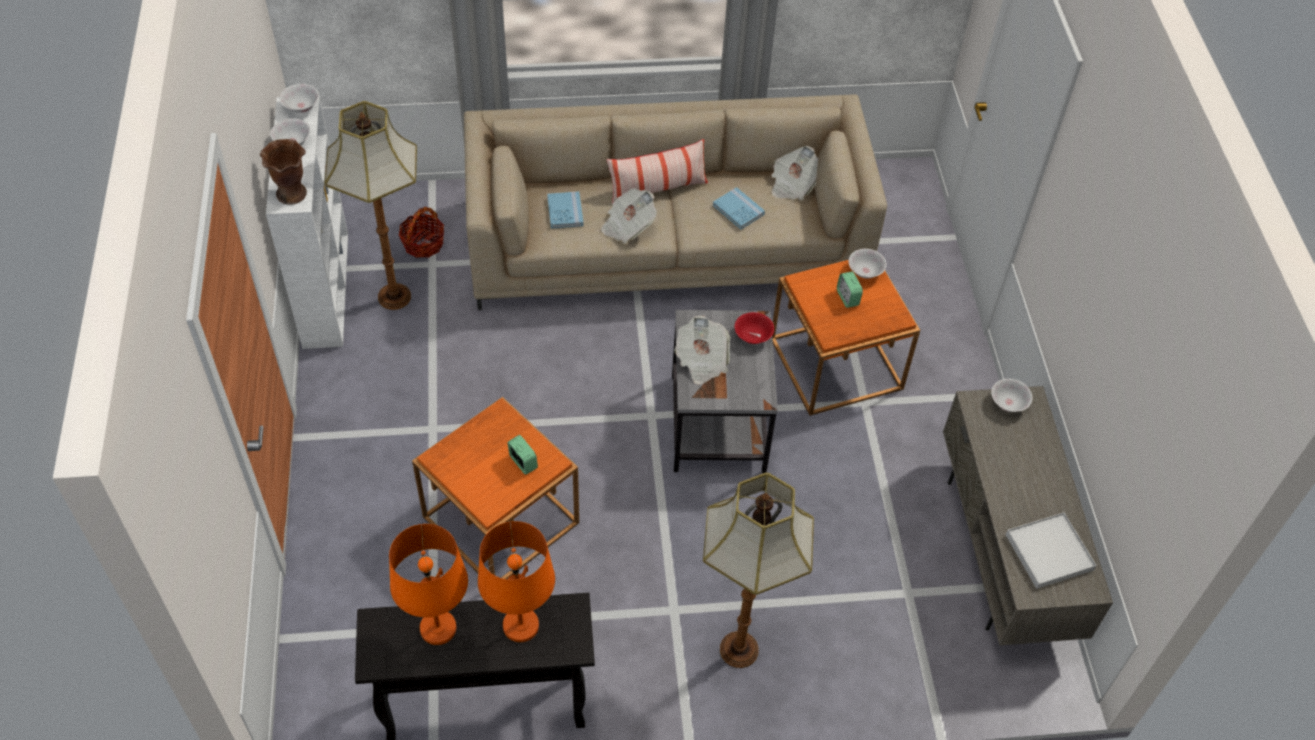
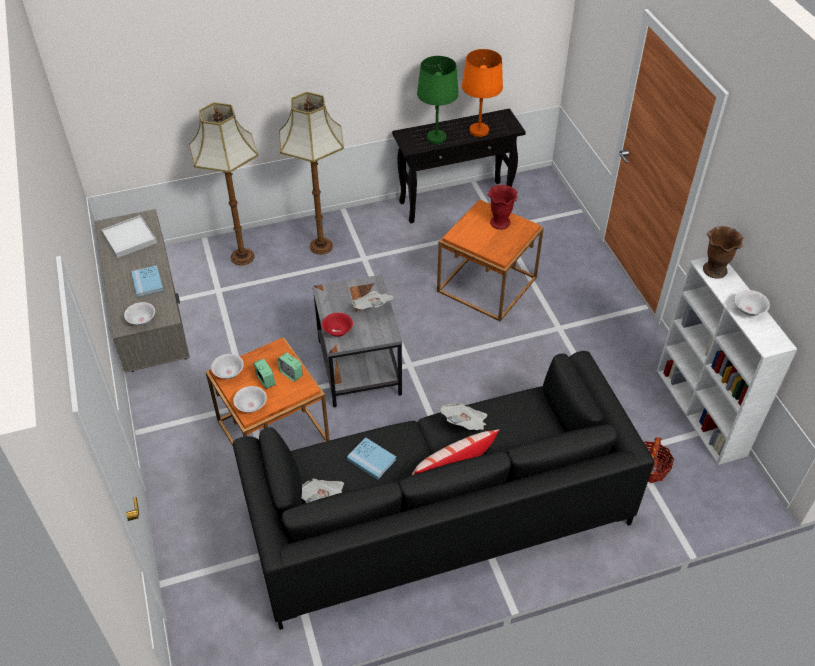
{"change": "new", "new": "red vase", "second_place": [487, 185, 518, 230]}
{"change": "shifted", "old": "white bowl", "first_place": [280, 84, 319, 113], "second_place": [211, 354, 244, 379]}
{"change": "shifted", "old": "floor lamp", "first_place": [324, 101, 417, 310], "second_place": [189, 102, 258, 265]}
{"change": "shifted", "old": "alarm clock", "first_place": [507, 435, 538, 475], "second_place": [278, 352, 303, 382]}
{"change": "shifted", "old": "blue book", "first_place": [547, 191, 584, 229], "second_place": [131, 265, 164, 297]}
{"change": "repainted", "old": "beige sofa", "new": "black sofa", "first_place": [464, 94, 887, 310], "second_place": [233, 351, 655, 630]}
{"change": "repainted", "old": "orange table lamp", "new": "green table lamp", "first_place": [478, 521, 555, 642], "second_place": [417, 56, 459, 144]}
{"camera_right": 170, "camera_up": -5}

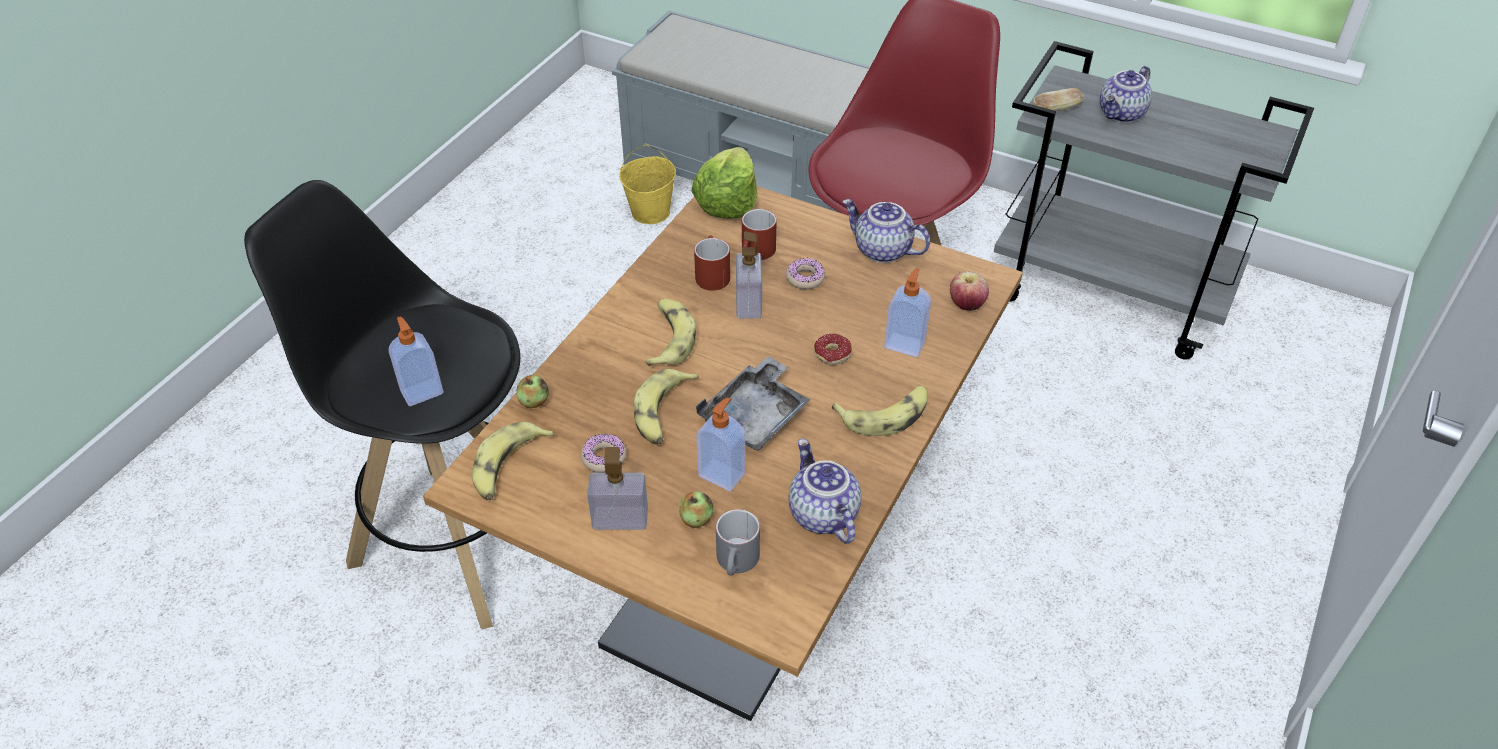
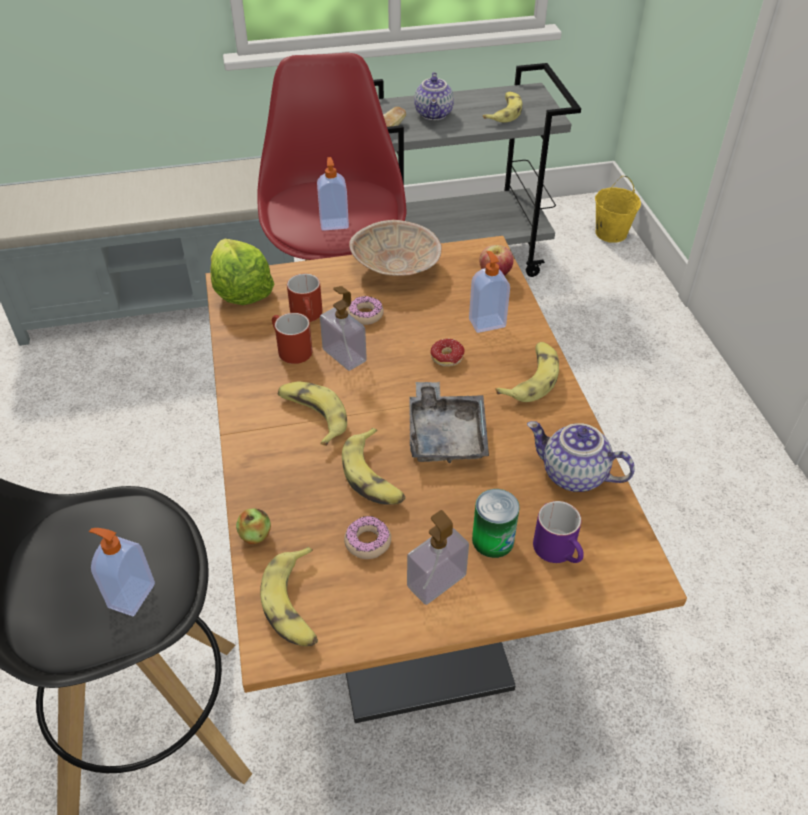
{"change": "new", "new": "banana", "second_place": [483, 92, 523, 122]}
{"change": "shifted", "old": "yellow bucket", "first_place": [619, 145, 676, 224], "second_place": [595, 176, 641, 243]}
{"change": "shifted", "old": "soap dispenser", "first_place": [696, 397, 746, 491], "second_place": [317, 157, 349, 231]}
{"change": "swapped", "old": "apple", "new": "can", "first_place": [679, 491, 713, 528], "second_place": [472, 489, 520, 558]}
{"change": "swapped", "old": "teapot", "new": "beige bowl", "first_place": [842, 199, 930, 263], "second_place": [349, 220, 442, 276]}
{"change": "repainted", "old": "grey mug", "new": "purple mug", "first_place": [716, 509, 760, 576], "second_place": [533, 501, 584, 563]}
{"camera_right": -40, "camera_up": 0}

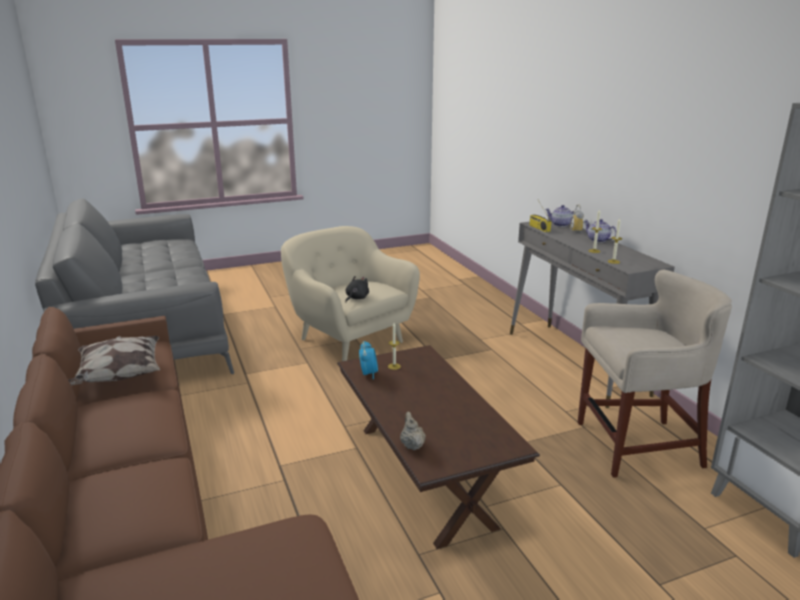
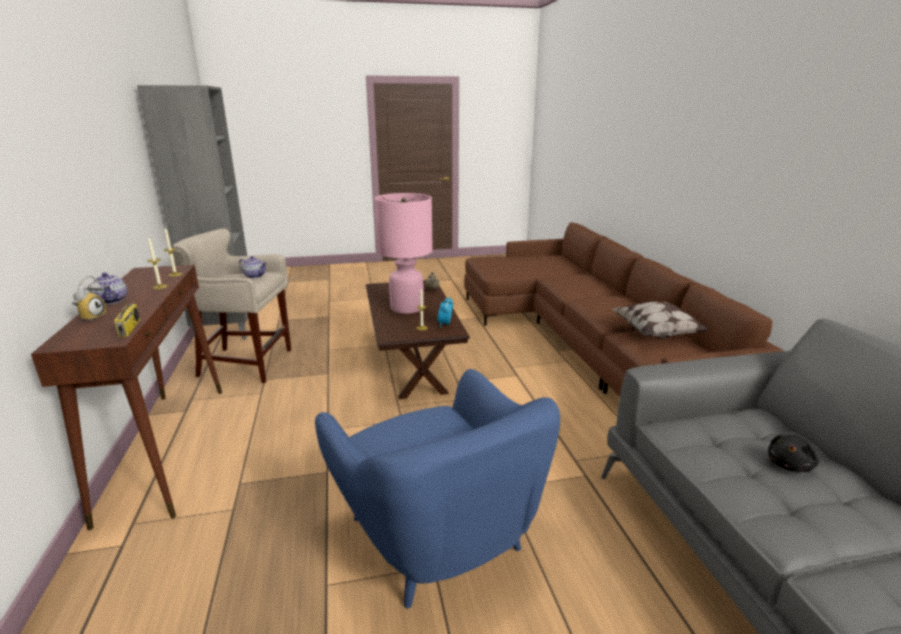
{"change": "new", "new": "pink table lamp", "second_place": [375, 193, 433, 314]}
{"change": "shifted", "old": "black plush toy", "first_place": [345, 276, 369, 303], "second_place": [768, 434, 819, 472]}
{"change": "shifted", "old": "teapot", "first_place": [545, 205, 575, 227], "second_place": [239, 256, 267, 278]}
{"change": "repainted", "old": "beige armchair", "new": "blue armchair", "first_place": [281, 226, 420, 361], "second_place": [315, 369, 560, 608]}
{"change": "repainted", "old": "grey console table", "new": "brown console table", "first_place": [510, 222, 675, 408], "second_place": [31, 265, 222, 530]}
{"camera_right": -170, "camera_up": 0}

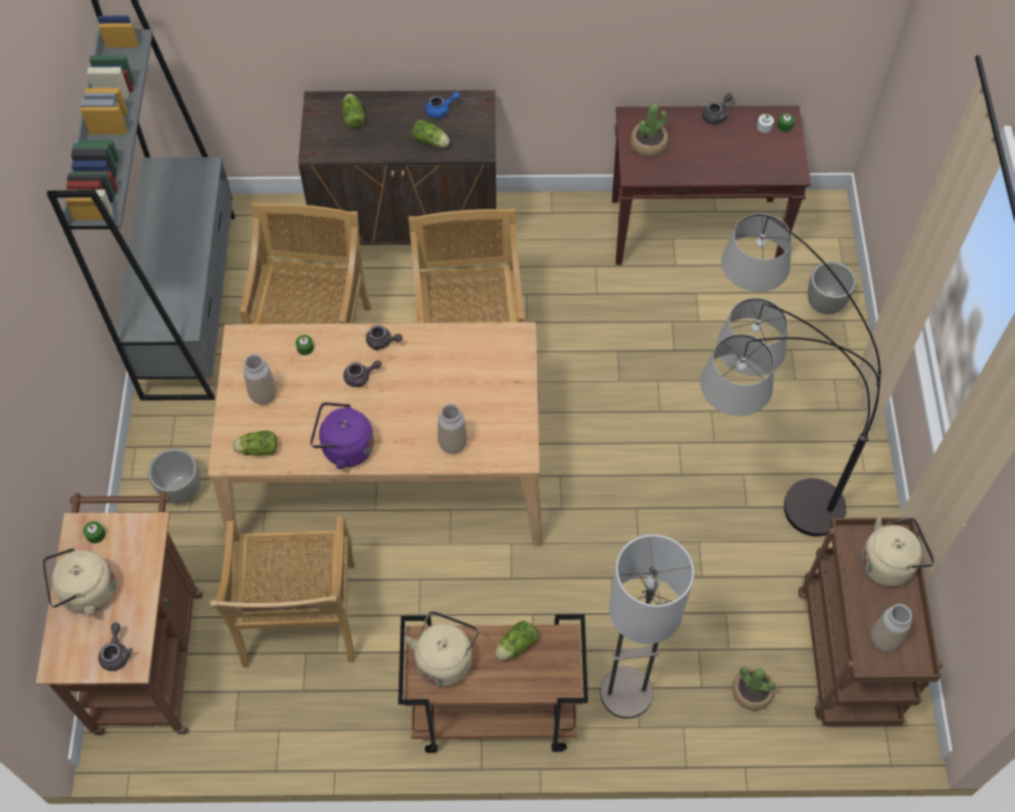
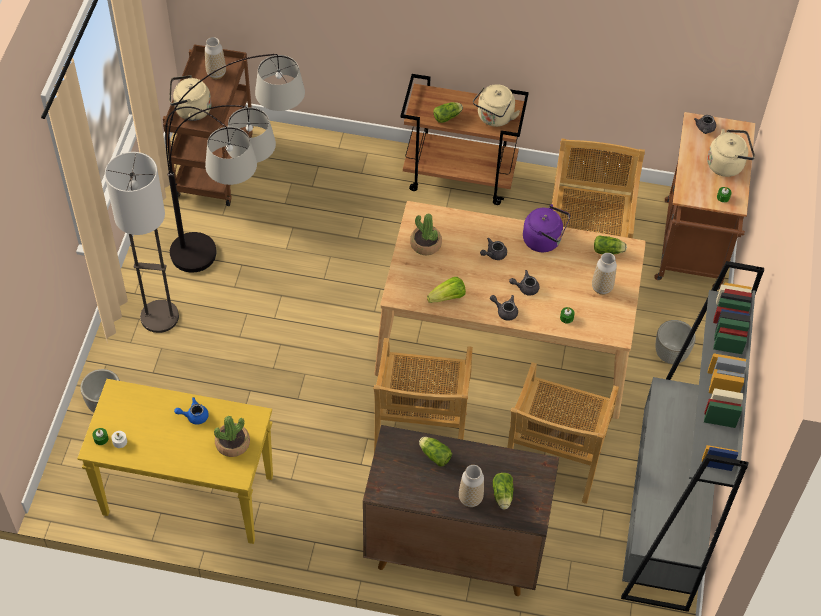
{"change": "new", "new": "lettuce", "second_place": [427, 277, 466, 303]}
{"change": "shifted", "old": "blue teapot", "first_place": [425, 92, 460, 118], "second_place": [174, 397, 209, 424]}
{"change": "shifted", "old": "vase", "first_place": [438, 403, 467, 454], "second_place": [459, 465, 484, 507]}
{"change": "shifted", "old": "floor lamp", "first_place": [600, 534, 694, 719], "second_place": [105, 152, 179, 333]}
{"change": "shifted", "old": "grey teapot", "first_place": [702, 93, 733, 124], "second_place": [480, 238, 507, 260]}
{"change": "shifted", "old": "potted plant", "first_place": [732, 666, 776, 711], "second_place": [410, 214, 442, 255]}
{"change": "repainted", "old": "brown console table", "new": "yellow console table", "first_place": [612, 106, 811, 265], "second_place": [77, 379, 273, 544]}
{"camera_right": -170, "camera_up": -5}

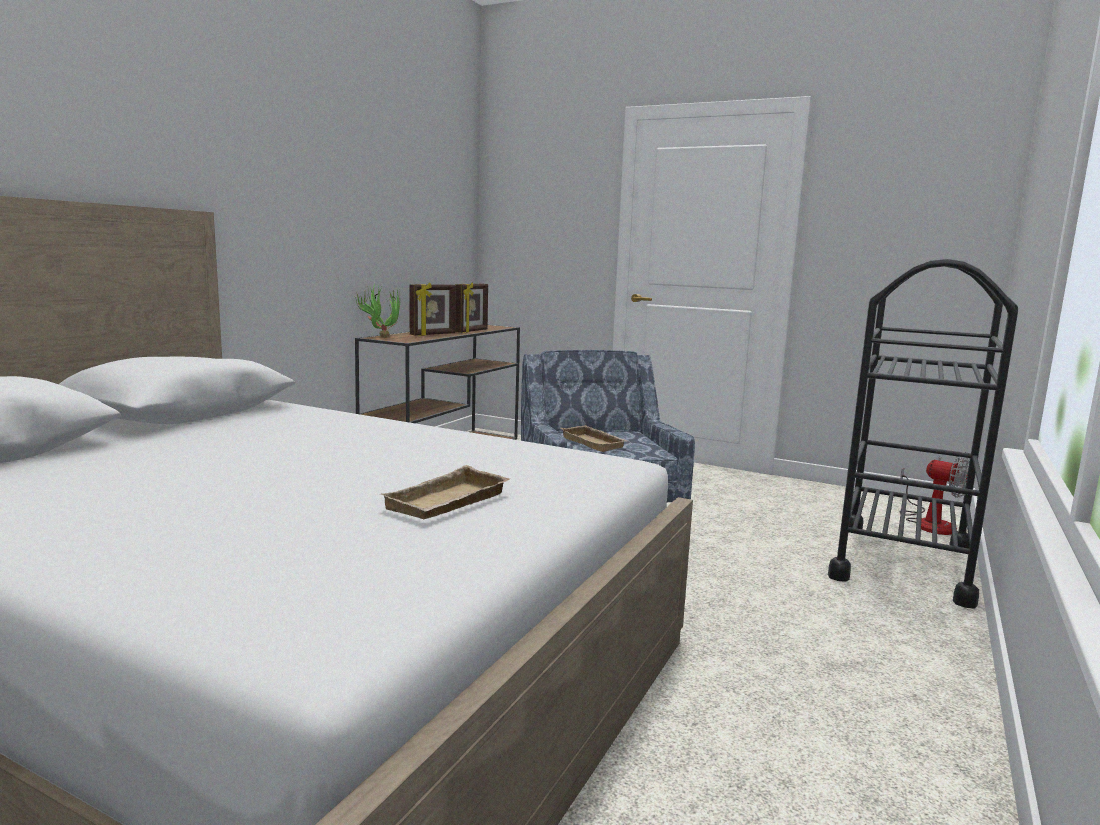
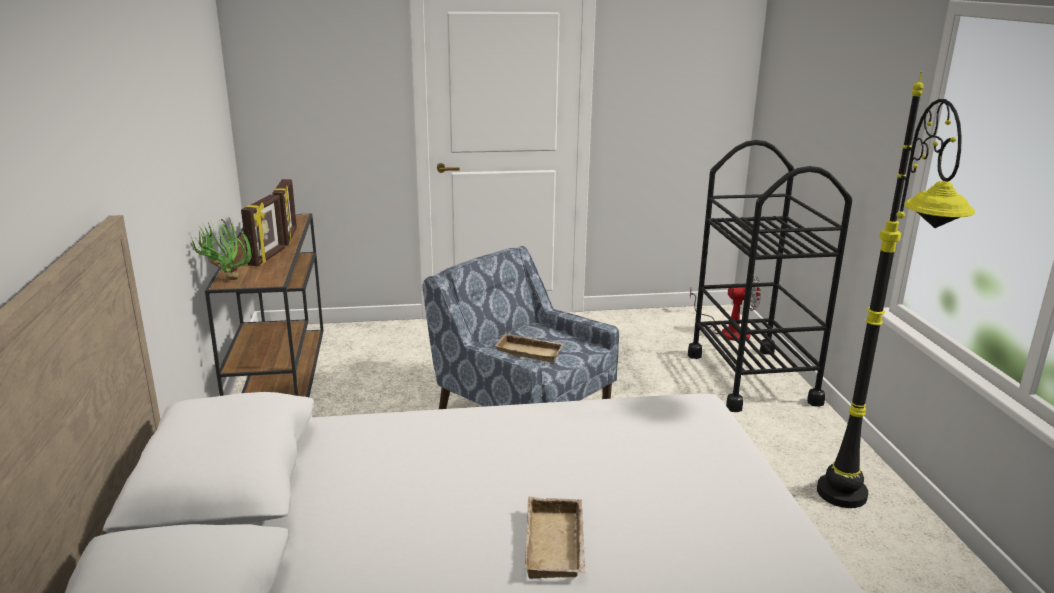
{"change": "new", "new": "black floor lamp", "second_place": [817, 71, 975, 508]}
{"change": "shifted", "old": "beige tray", "first_place": [380, 465, 510, 519], "second_place": [525, 497, 586, 579]}
{"camera_right": -35, "camera_up": 10}

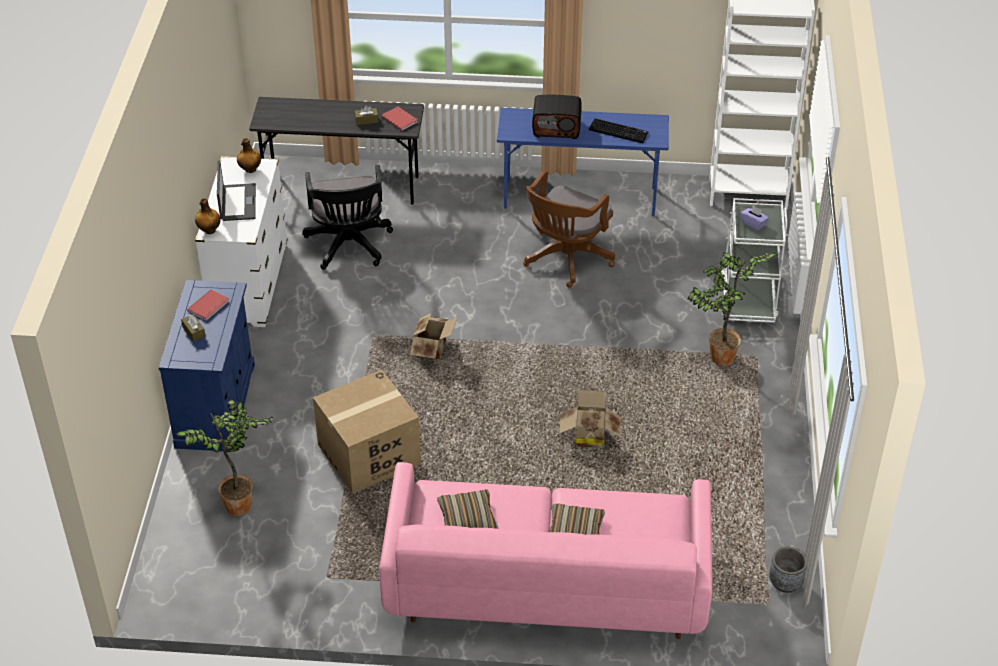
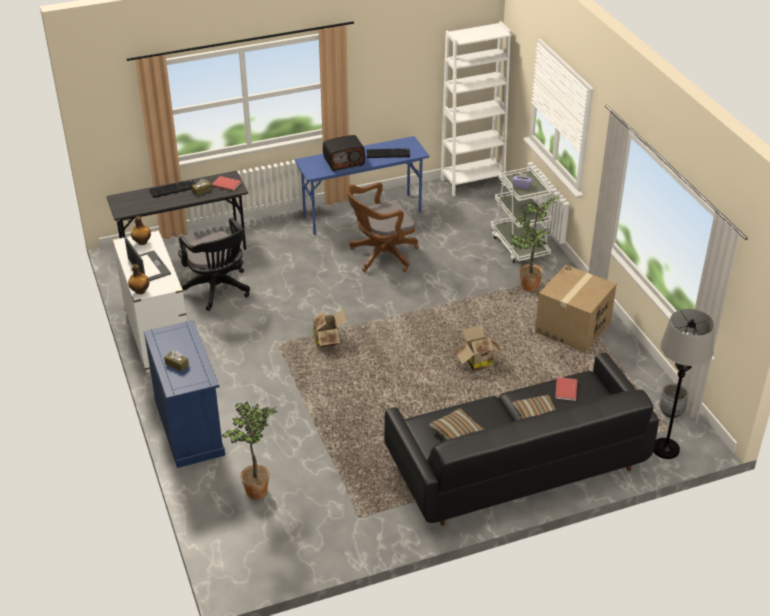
{"change": "new", "new": "keyboard", "second_place": [150, 180, 195, 198]}
{"change": "new", "new": "grey floor lamp", "second_place": [653, 309, 714, 459]}
{"change": "shifted", "old": "red book", "first_place": [187, 290, 230, 321], "second_place": [555, 377, 577, 401]}
{"change": "shifted", "old": "cardboard box", "first_place": [313, 370, 421, 494], "second_place": [535, 265, 617, 353]}
{"change": "repainted", "old": "pink sofa", "new": "black sofa", "first_place": [379, 462, 712, 639], "second_place": [384, 353, 659, 526]}
{"change": "rotated", "old": "brown office chair", "first_place": [523, 170, 615, 288], "second_place": [346, 182, 419, 272], "degrees": 60}
{"camera_right": -25, "camera_up": -5}

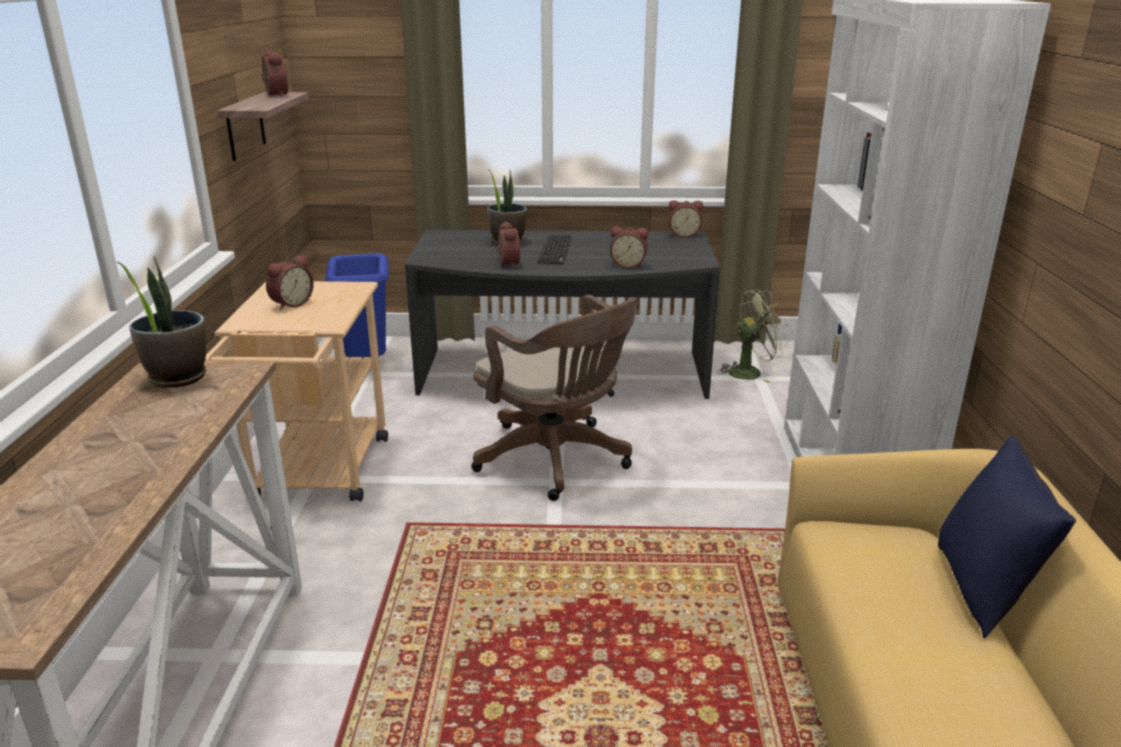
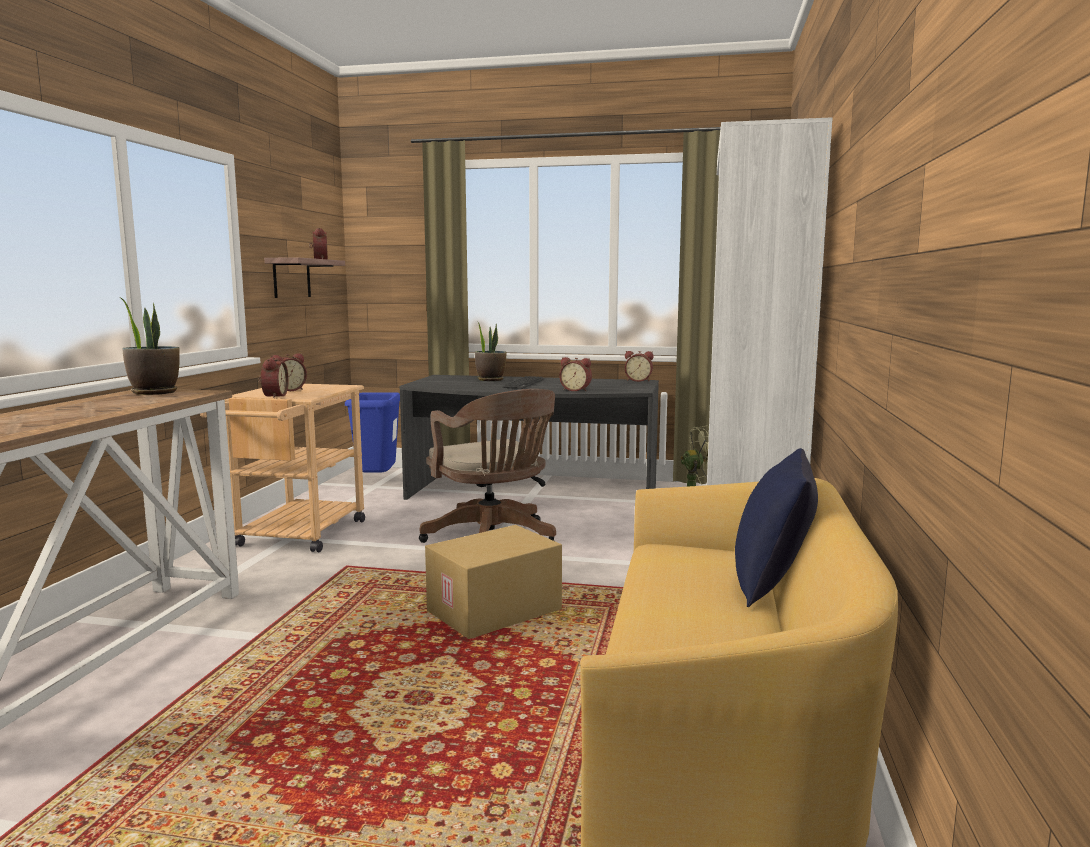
{"change": "new", "new": "cardboard box", "second_place": [425, 525, 562, 639]}
{"change": "shifted", "old": "alarm clock", "first_place": [496, 221, 520, 268], "second_place": [259, 356, 289, 398]}
{"camera_right": 10, "camera_up": -15}

